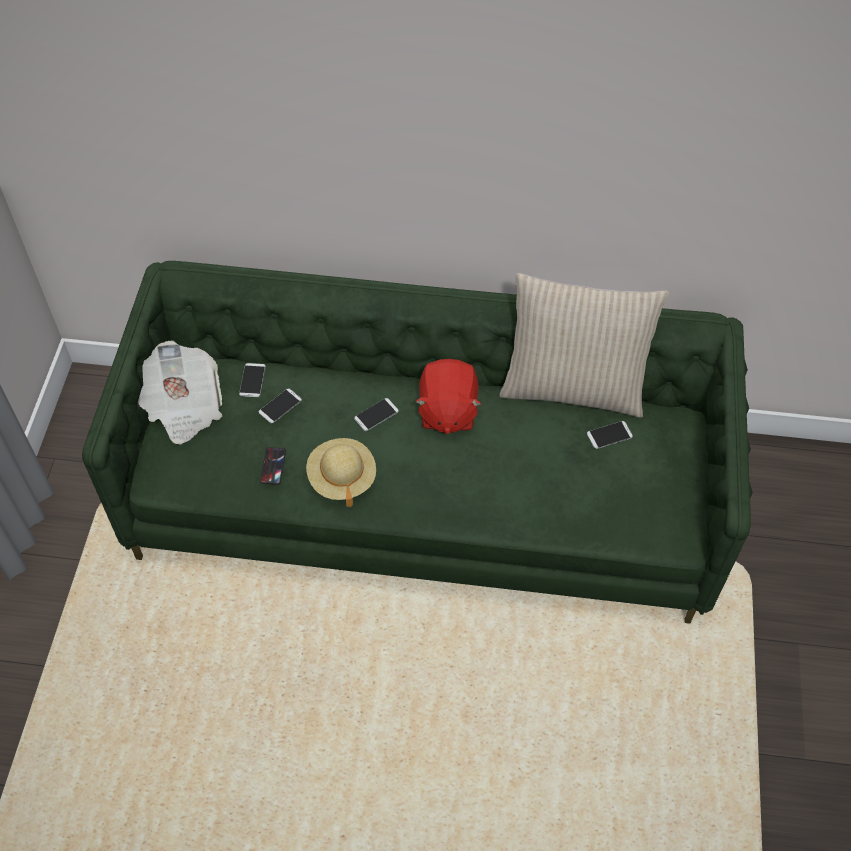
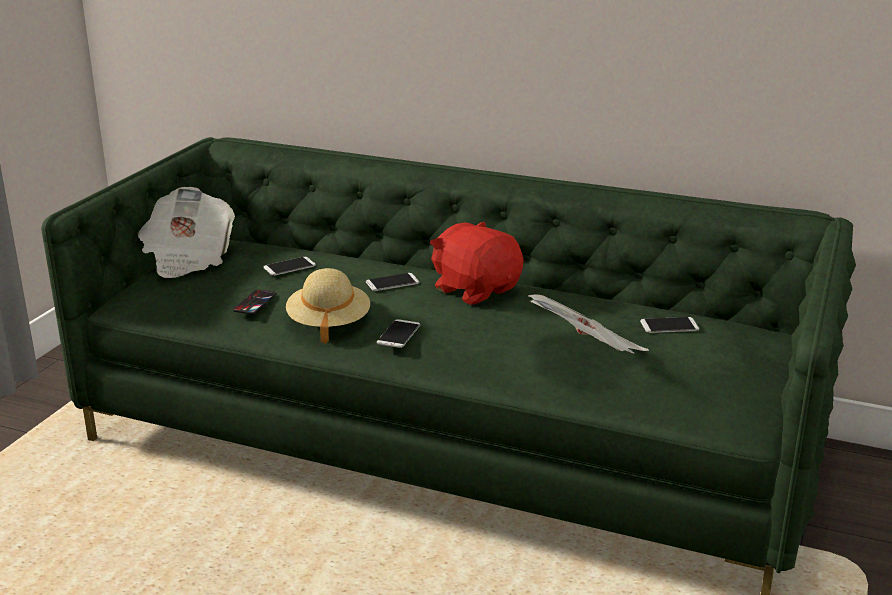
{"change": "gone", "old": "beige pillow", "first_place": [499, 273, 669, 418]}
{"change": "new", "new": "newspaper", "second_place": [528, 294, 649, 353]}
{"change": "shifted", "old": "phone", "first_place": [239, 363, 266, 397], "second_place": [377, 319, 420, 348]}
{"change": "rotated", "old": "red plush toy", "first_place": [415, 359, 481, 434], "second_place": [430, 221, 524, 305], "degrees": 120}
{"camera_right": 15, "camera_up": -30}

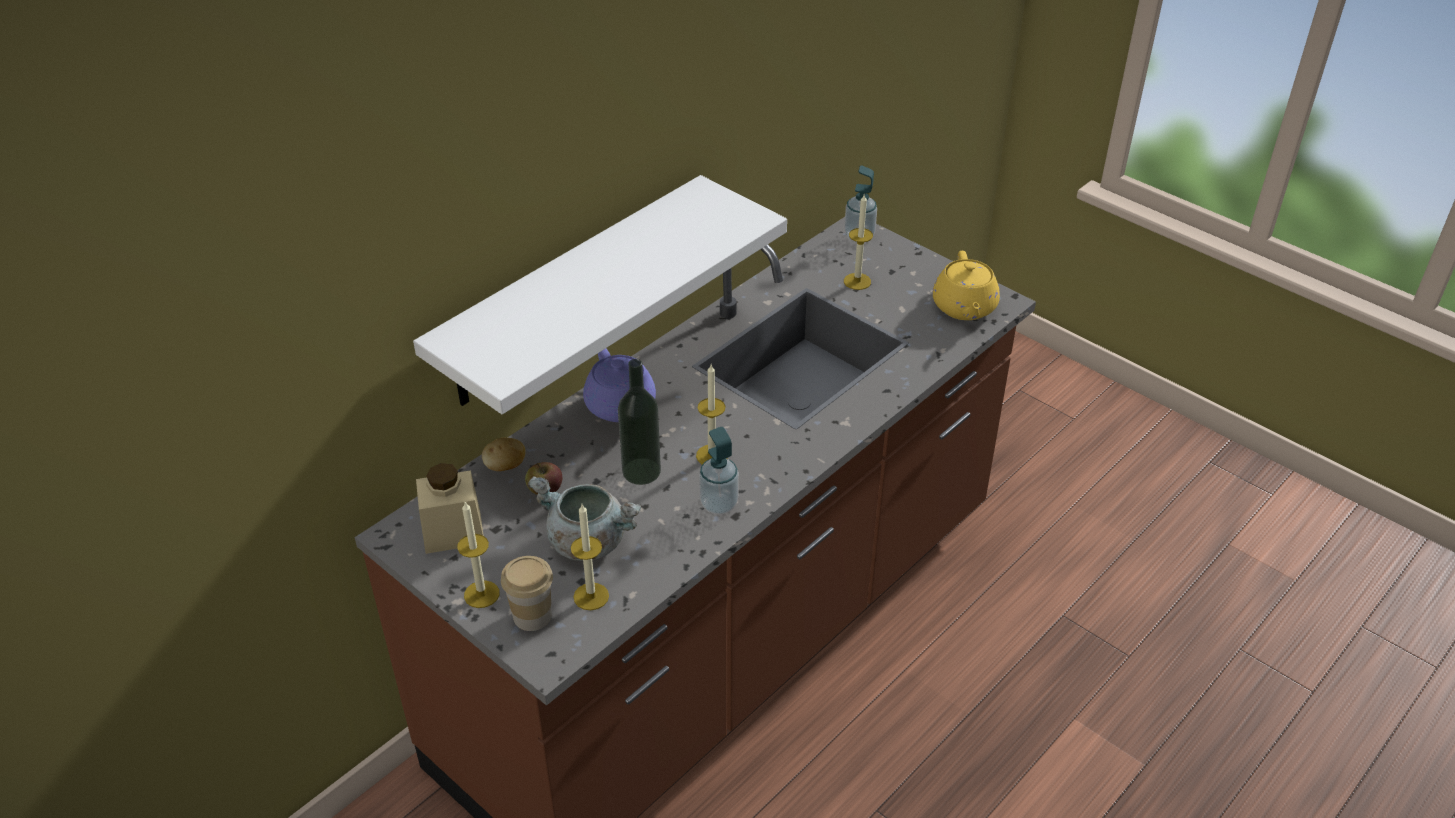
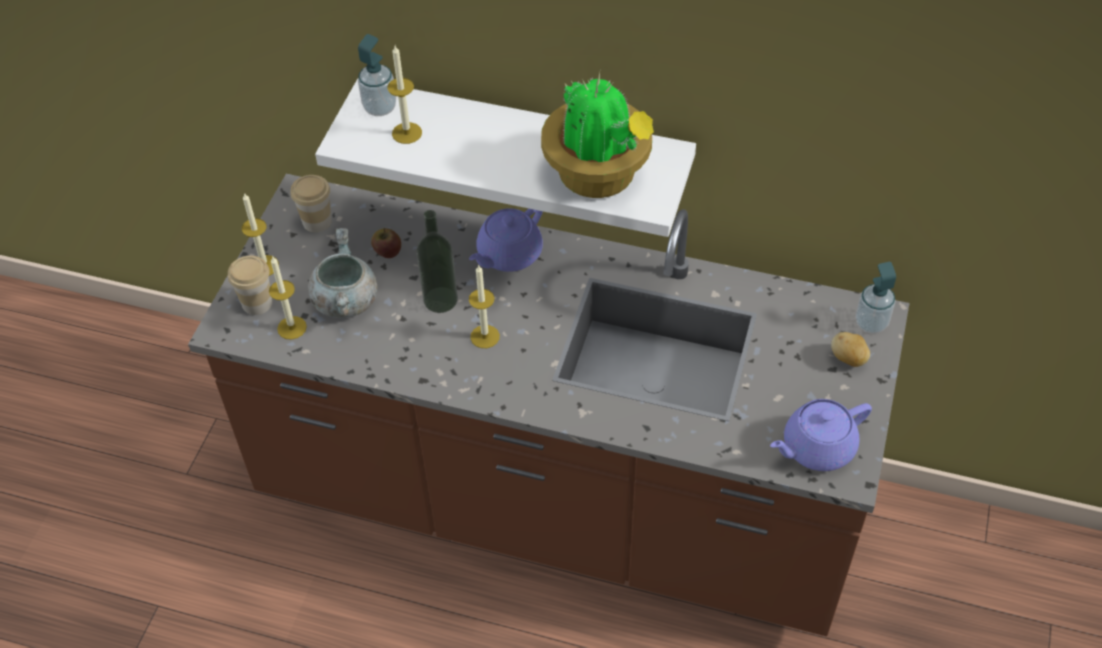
{"change": "new", "new": "potted plant", "second_place": [541, 72, 654, 198]}
{"change": "shifted", "old": "potato", "first_place": [482, 438, 526, 471], "second_place": [831, 332, 870, 367]}
{"change": "shifted", "old": "soap dispenser", "first_place": [699, 427, 739, 514], "second_place": [358, 34, 396, 116]}
{"change": "shifted", "old": "candle", "first_place": [844, 195, 873, 290], "second_place": [387, 46, 422, 144]}
{"change": "swapped", "old": "beige jar", "new": "cup", "first_place": [416, 463, 484, 554], "second_place": [291, 175, 332, 232]}
{"change": "repainted", "old": "yellow teapot", "new": "purple teapot", "first_place": [933, 251, 1000, 320], "second_place": [770, 399, 872, 471]}
{"camera_right": 65, "camera_up": 10}

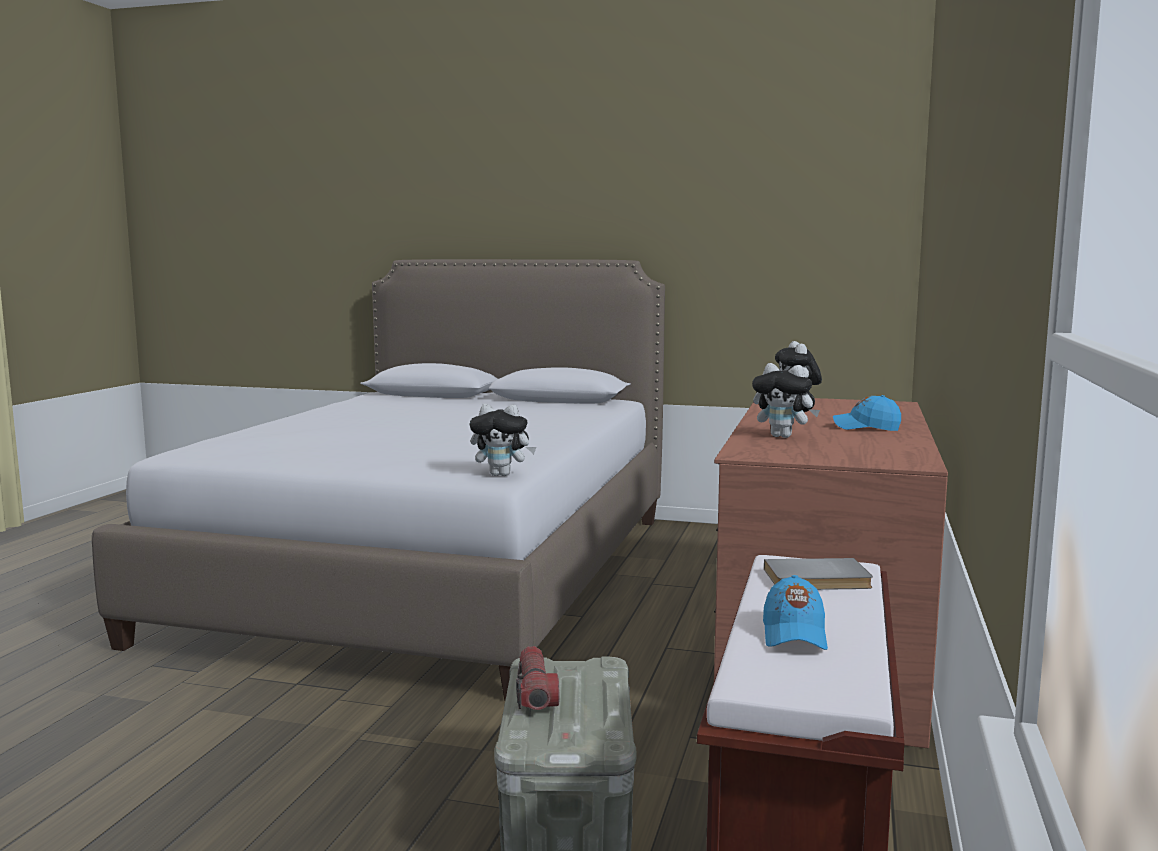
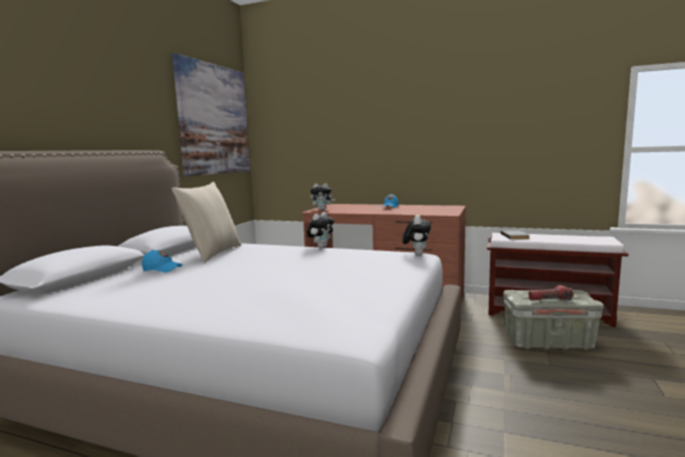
{"change": "new", "new": "picture", "second_place": [172, 53, 250, 177]}
{"change": "new", "new": "beige pillow", "second_place": [172, 182, 241, 263]}
{"change": "shifted", "old": "plush toy", "first_place": [752, 363, 820, 438], "second_place": [307, 212, 334, 248]}
{"change": "shifted", "old": "blue cap", "first_place": [763, 575, 828, 650], "second_place": [142, 250, 182, 273]}
{"camera_right": -85, "camera_up": 0}

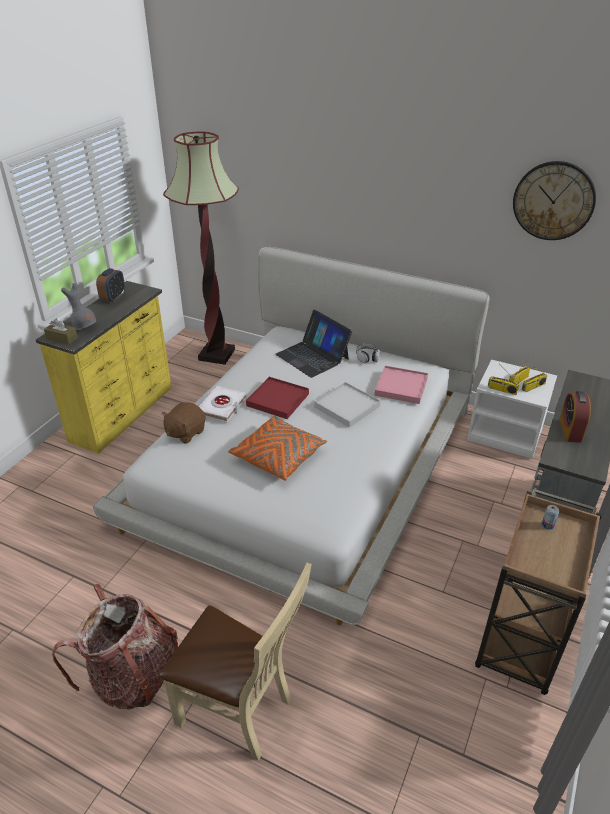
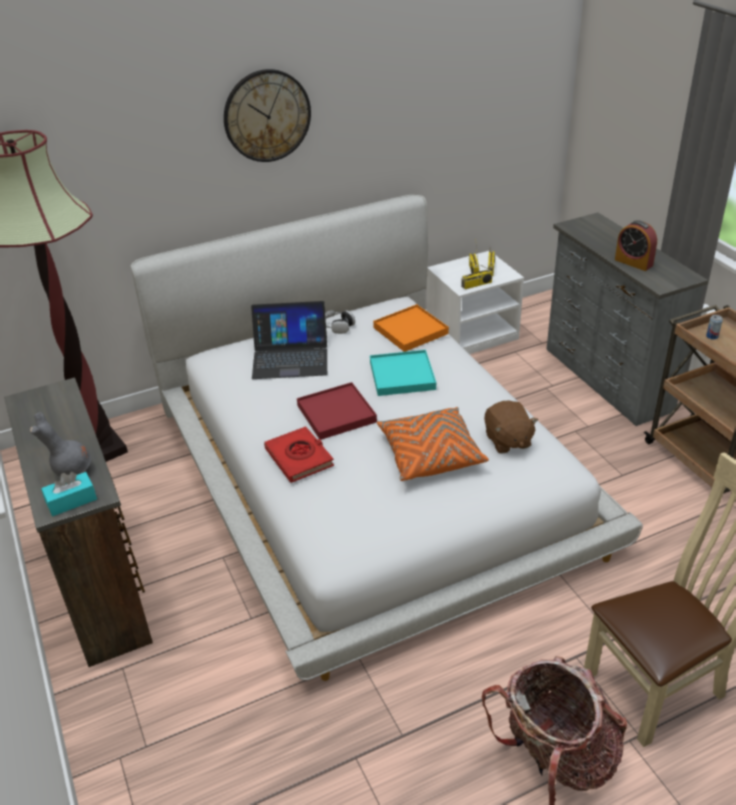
{"change": "gone", "old": "alarm clock", "first_place": [96, 268, 125, 302]}
{"change": "shifted", "old": "brown plush toy", "first_place": [162, 402, 206, 444], "second_place": [484, 400, 538, 454]}
{"change": "shifted", "old": "wall clock", "first_place": [513, 161, 596, 240], "second_place": [224, 69, 311, 162]}
{"change": "repainted", "old": "yellow dresser", "new": "brown dresser", "first_place": [36, 281, 172, 454], "second_place": [4, 377, 153, 667]}
{"change": "repainted", "old": "brown tissue box", "new": "turquoise tissue box", "first_place": [44, 319, 78, 344], "second_place": [41, 472, 97, 516]}
{"change": "repainted", "old": "white book", "new": "red book", "first_place": [199, 386, 247, 423], "second_place": [264, 426, 334, 483]}
{"change": "repainted", "old": "white tray", "new": "turquoise tray", "first_place": [314, 382, 380, 428], "second_place": [370, 350, 436, 396]}
{"change": "repainted", "old": "pink tray", "new": "orange tray", "first_place": [374, 366, 428, 404], "second_place": [373, 304, 449, 352]}
{"camera_right": -50, "camera_up": 0}

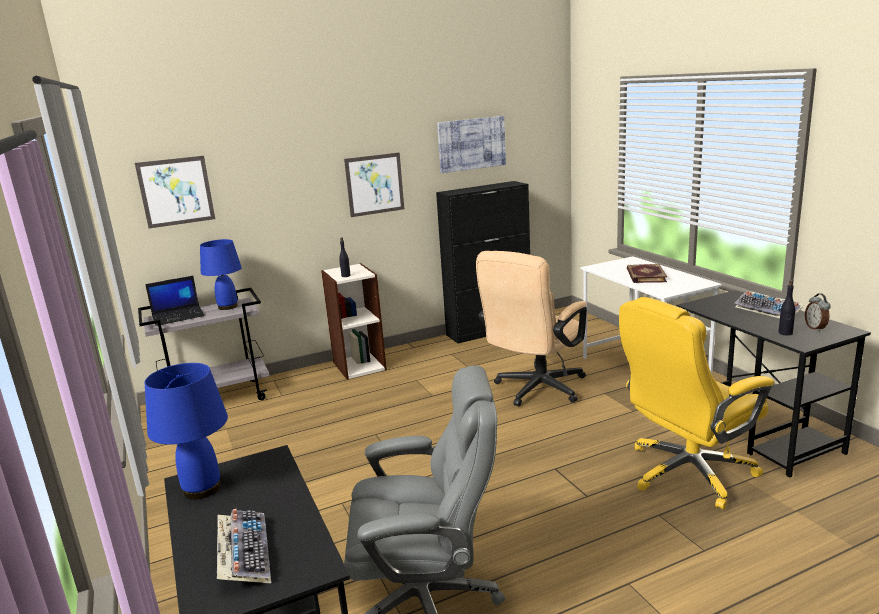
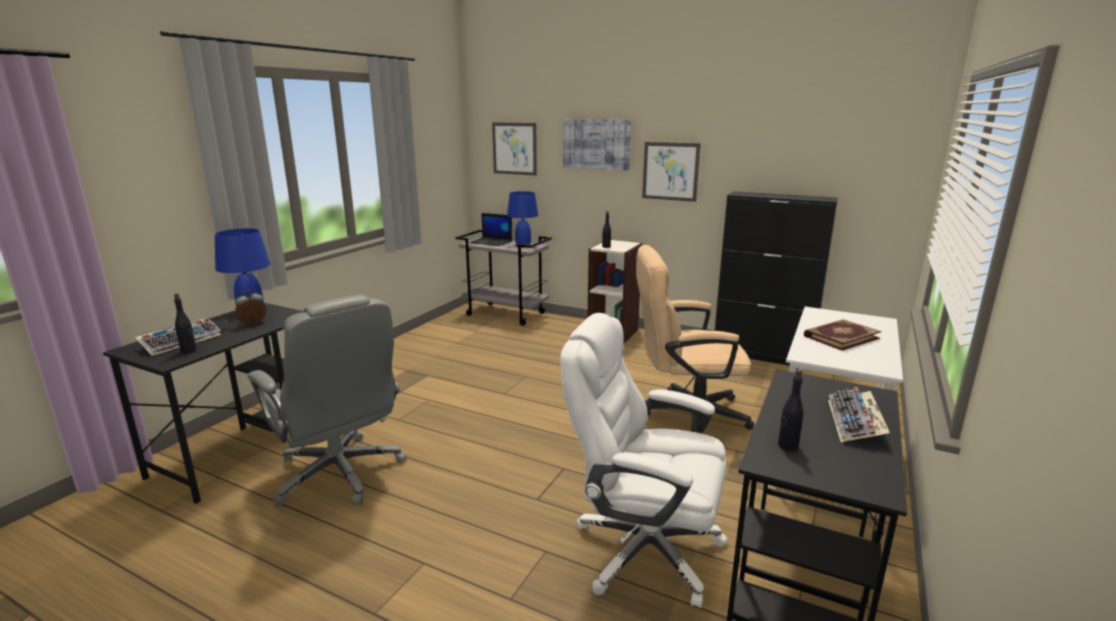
{"change": "new", "new": "black bottle", "second_place": [174, 293, 197, 353]}
{"change": "shifted", "old": "picture", "first_place": [437, 116, 506, 173], "second_place": [563, 119, 631, 171]}
{"change": "shifted", "old": "alarm clock", "first_place": [805, 293, 831, 332], "second_place": [235, 290, 266, 325]}
{"change": "repainted", "old": "yellow office chair", "new": "white office chair", "first_place": [619, 297, 774, 510], "second_place": [560, 313, 728, 608]}
{"camera_right": 50, "camera_up": 0}

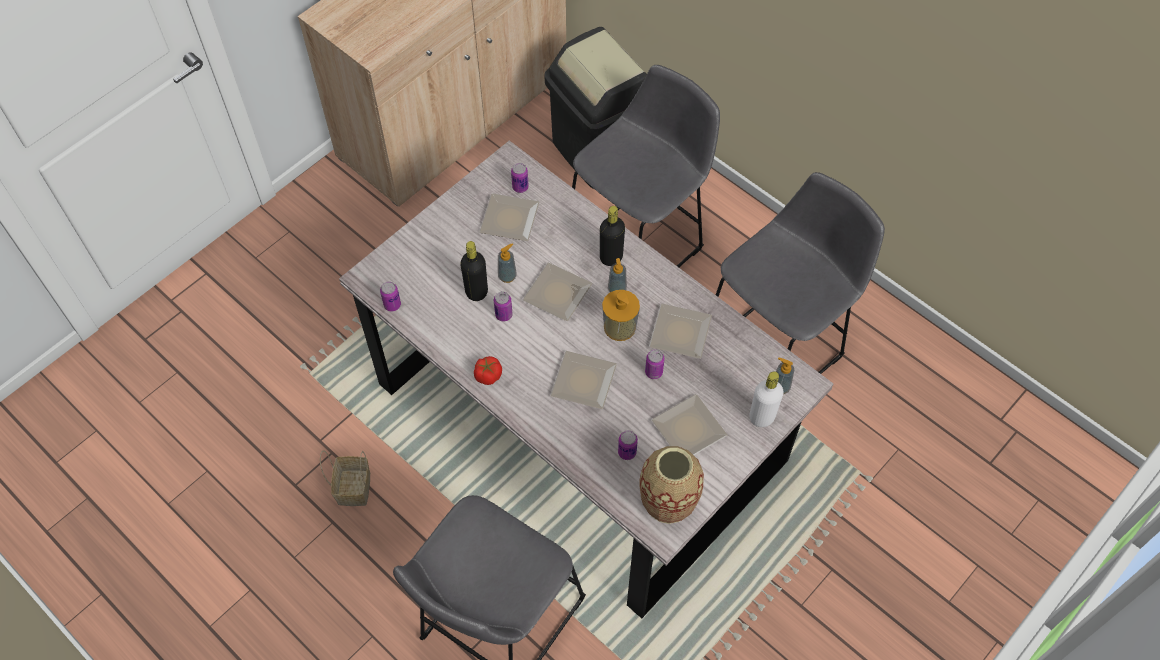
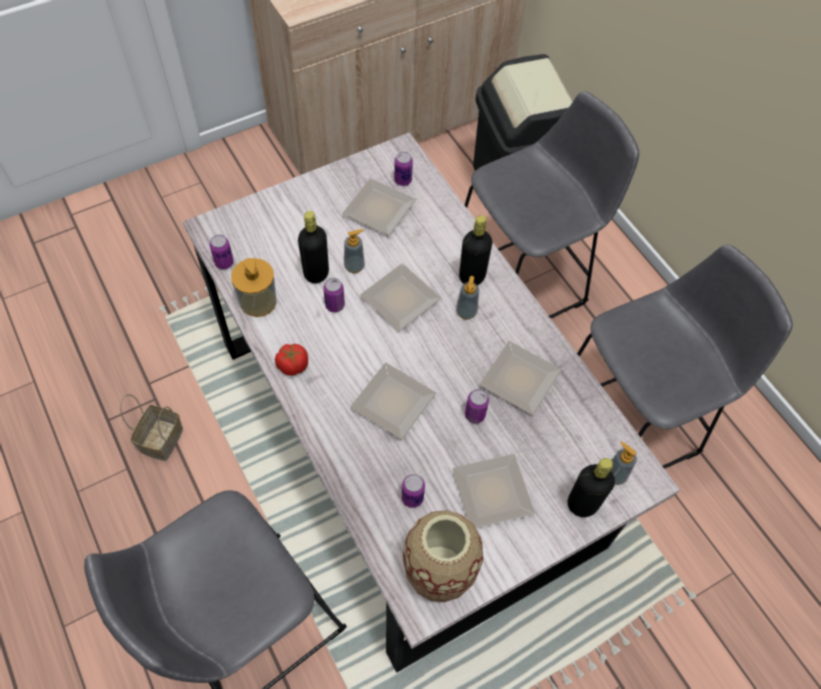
{"change": "shifted", "old": "soap dispenser", "first_place": [602, 290, 640, 341], "second_place": [231, 258, 277, 317]}
{"change": "repainted", "old": "white bottle", "new": "black bottle", "first_place": [749, 372, 783, 427], "second_place": [568, 458, 615, 517]}
{"camera_right": 15, "camera_up": 0}

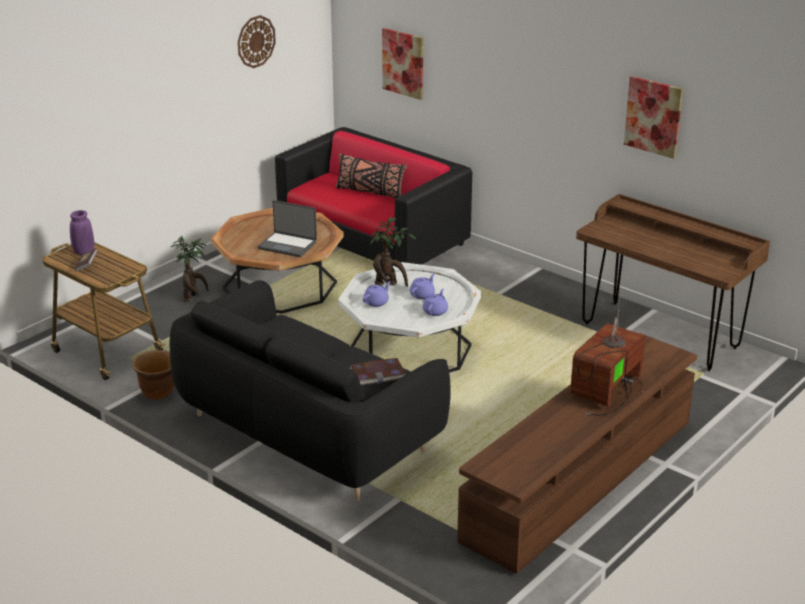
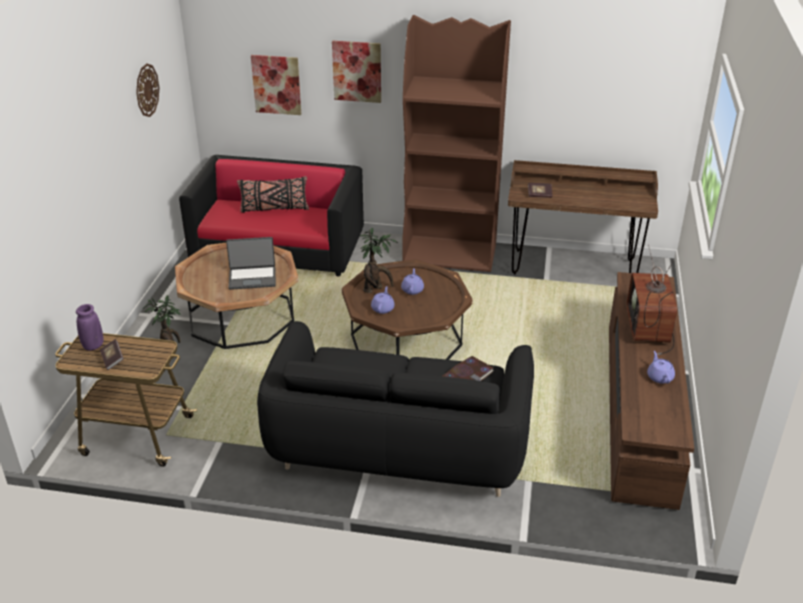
{"change": "gone", "old": "brown planter", "first_place": [132, 350, 174, 400]}
{"change": "new", "new": "brown bookcase", "second_place": [403, 15, 511, 272]}
{"change": "new", "new": "book", "second_place": [528, 183, 552, 198]}
{"change": "shifted", "old": "purple teapot", "first_place": [423, 288, 448, 316], "second_place": [647, 351, 675, 384]}
{"change": "shifted", "old": "picture", "first_place": [624, 76, 683, 159], "second_place": [332, 41, 381, 103]}
{"change": "repainted", "old": "white coffee table", "new": "brown coffee table", "first_place": [338, 262, 482, 373], "second_place": [342, 259, 473, 360]}
{"camera_right": -30, "camera_up": 5}

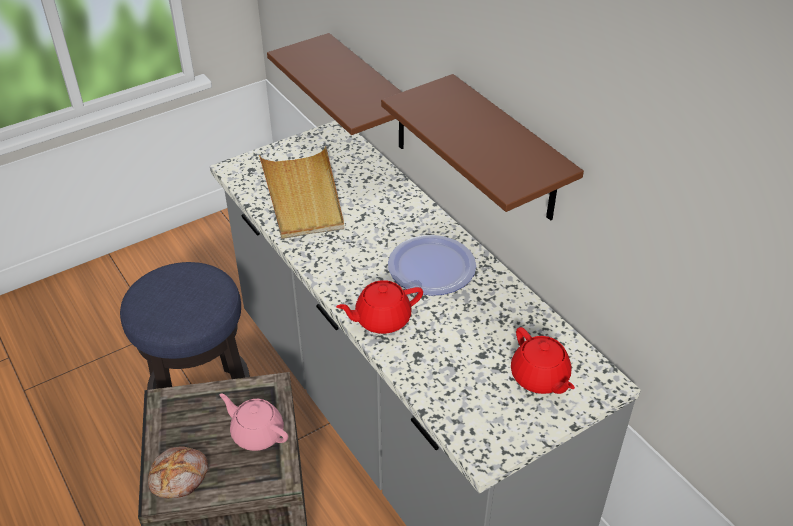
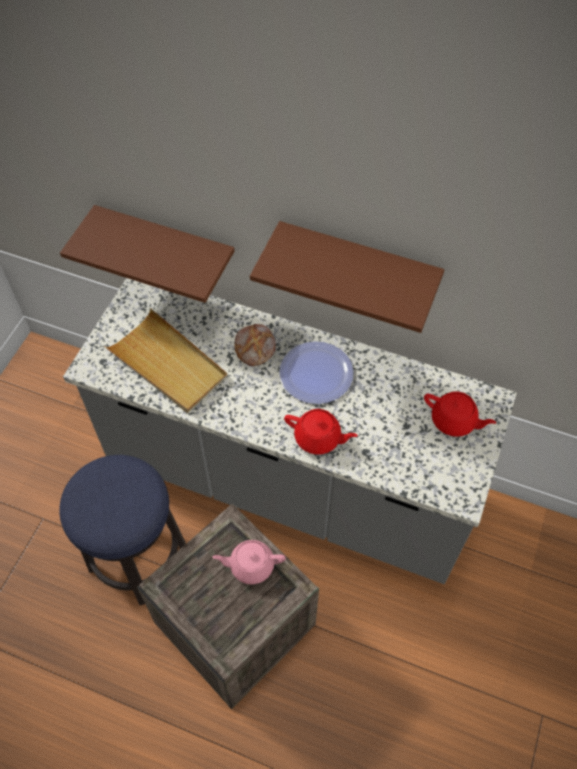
{"change": "shifted", "old": "bread", "first_place": [148, 446, 208, 498], "second_place": [235, 324, 276, 366]}
{"change": "rotated", "old": "red teapot", "first_place": [336, 280, 423, 334], "second_place": [284, 409, 358, 455], "degrees": -105}
{"camera_right": -35, "camera_up": 15}

